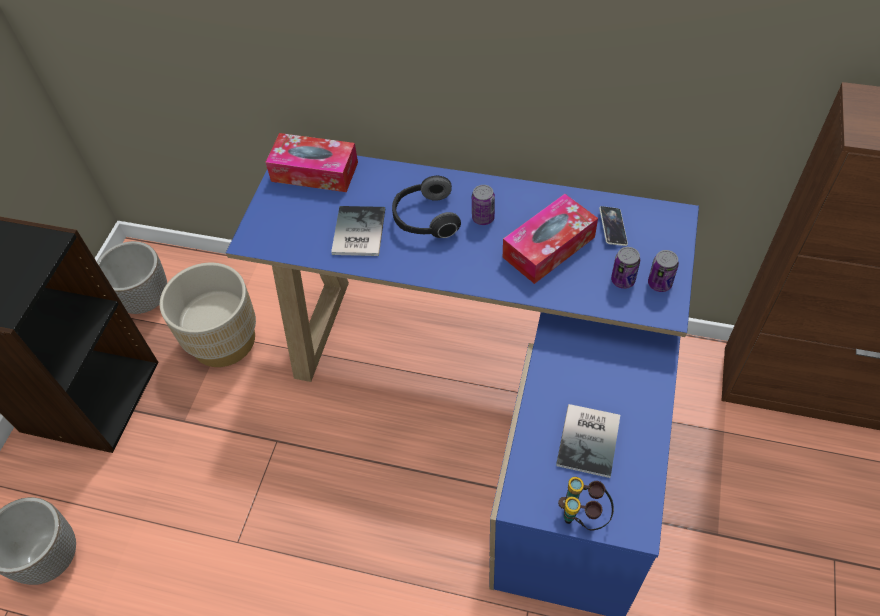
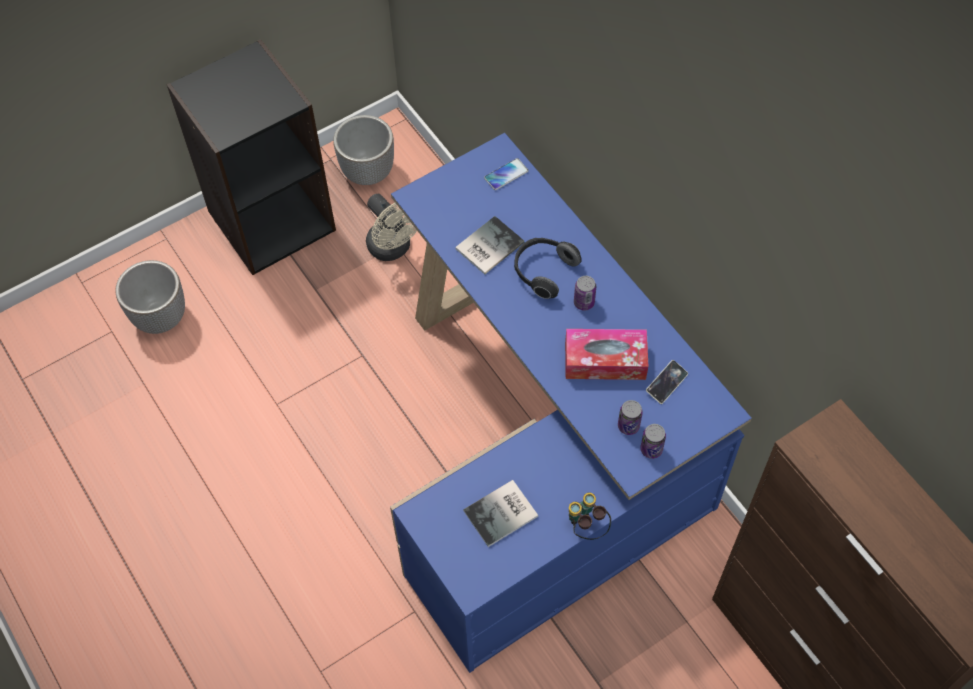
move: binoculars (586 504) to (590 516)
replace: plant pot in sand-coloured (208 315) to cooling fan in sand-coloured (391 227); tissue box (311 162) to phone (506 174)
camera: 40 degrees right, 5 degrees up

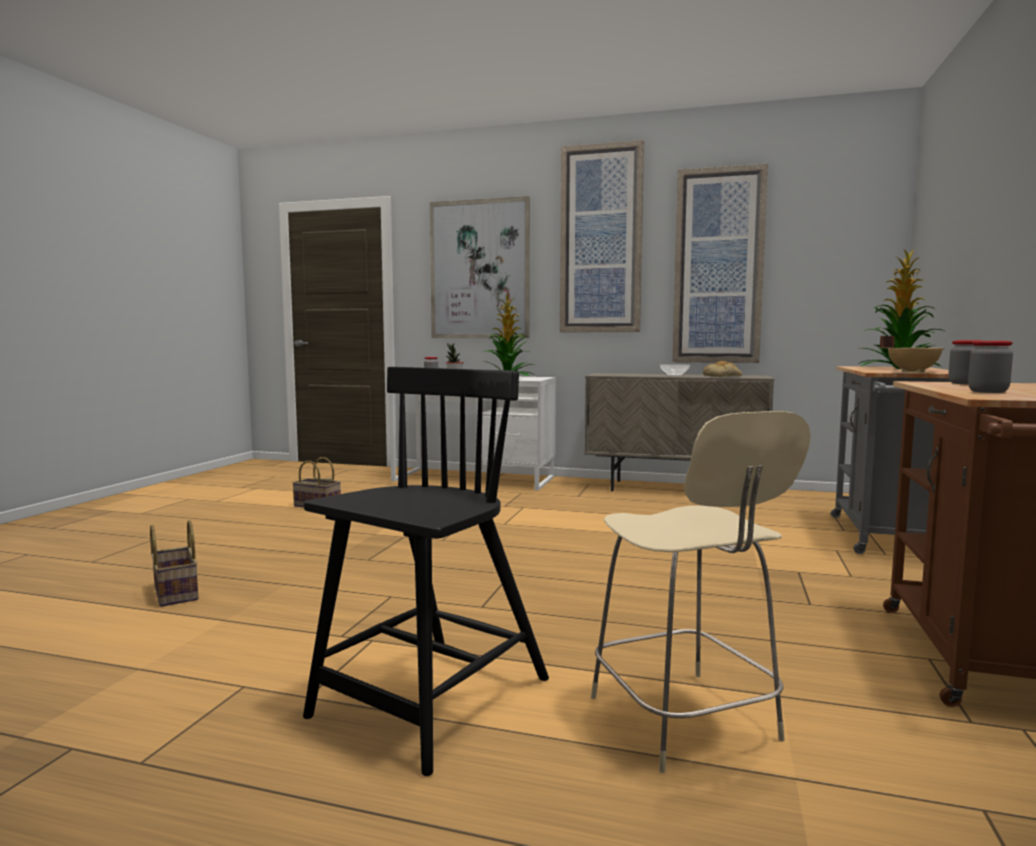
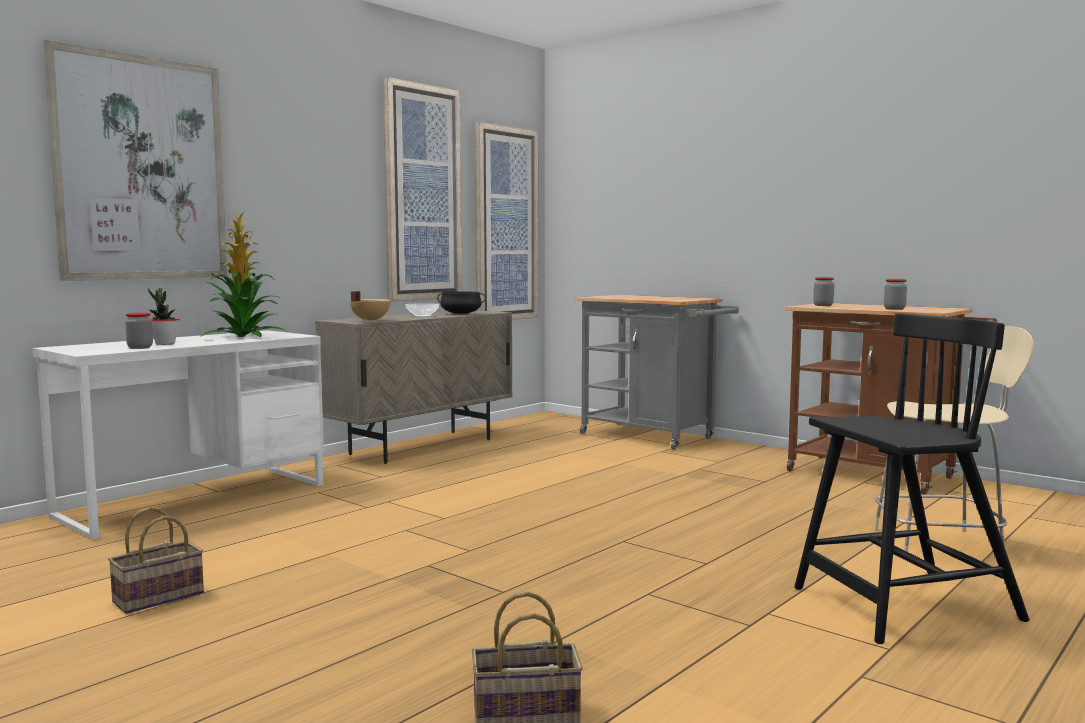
delete: plant in a pot (901 309)
move: picture (602 236) to (506 221); saucepot in sand-coloured (912 354) to (370 306)
replace: bread (722 369) to saucepot in black (461 302)
rotate: upright chair in black (426 571) = (912 478) 105 degrees clockwise
camera: 65 degrees left, 0 degrees up

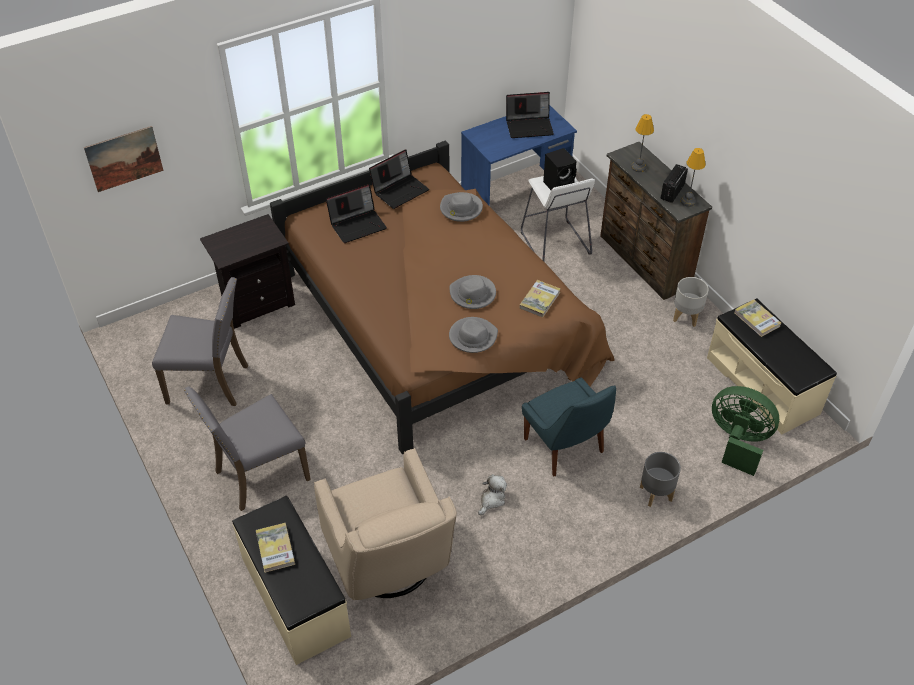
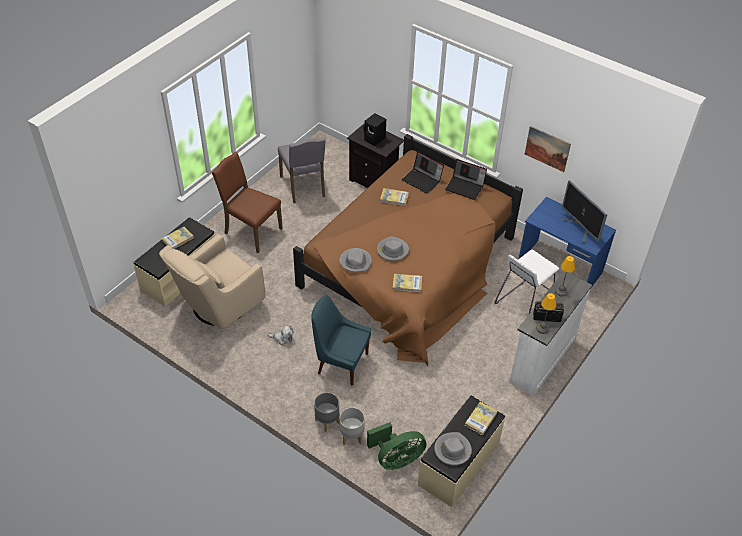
insert: volume (394 197)
move: picture (124 159) to (548 149); hat in grey (461 207) to (453 448); speaker in black (560 169) to (375 129); plant pot in grey (691 302) to (352 426)
replace: portable computer (530 115) to monitor (584 212)
recolor: upright chair in grey (247 448) to upright chair in brown (247 202); dresser in brown (656 221) to dresser in white (550 333)
rotate: upright chair in blue (569 426) = (341 340) 75 degrees clockwise; cooling fan in green (745 431) = (396 446) 60 degrees clockwise
camera: 65 degrees right, 0 degrees up

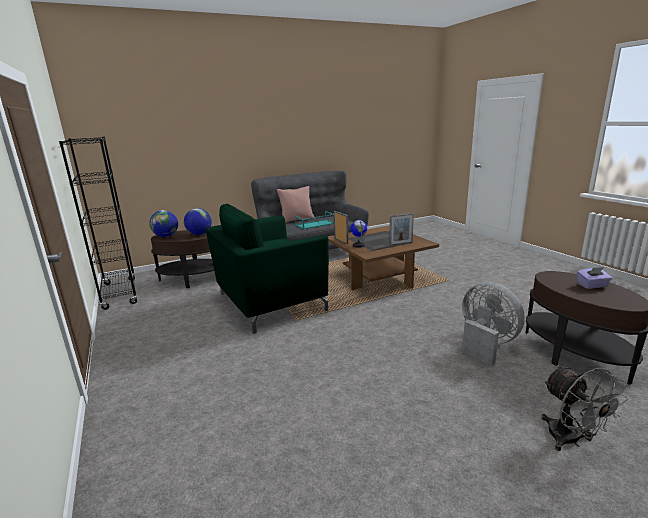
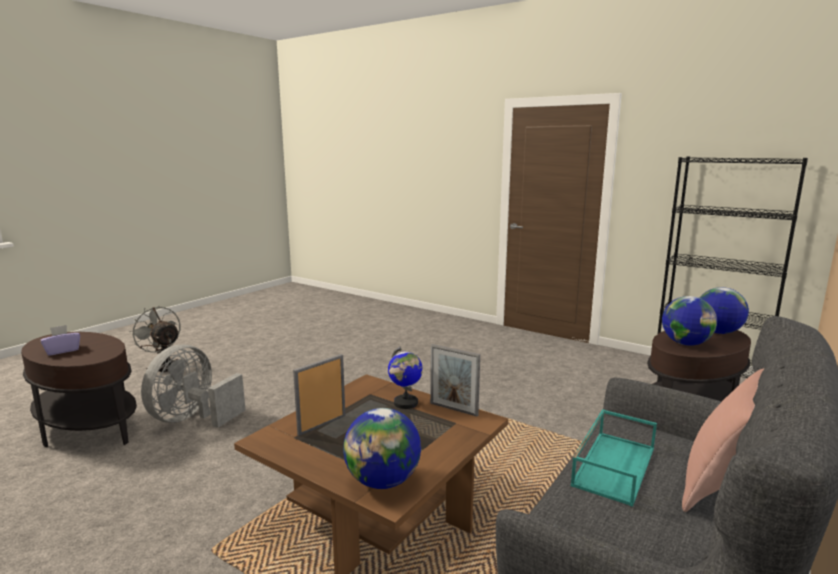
delete: easy chair in green (267 269)
insert: globe (382 448)
rotate: cooling fan in grey (493 324) = (193 386) 90 degrees clockwise
camera: 150 degrees right, 5 degrees down

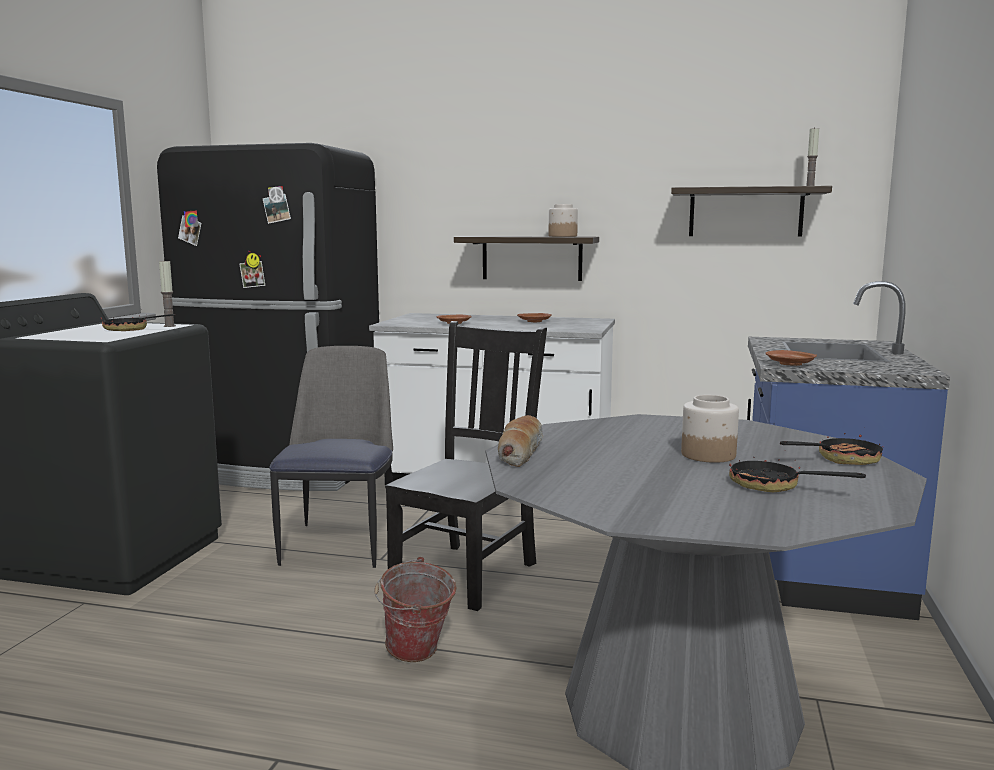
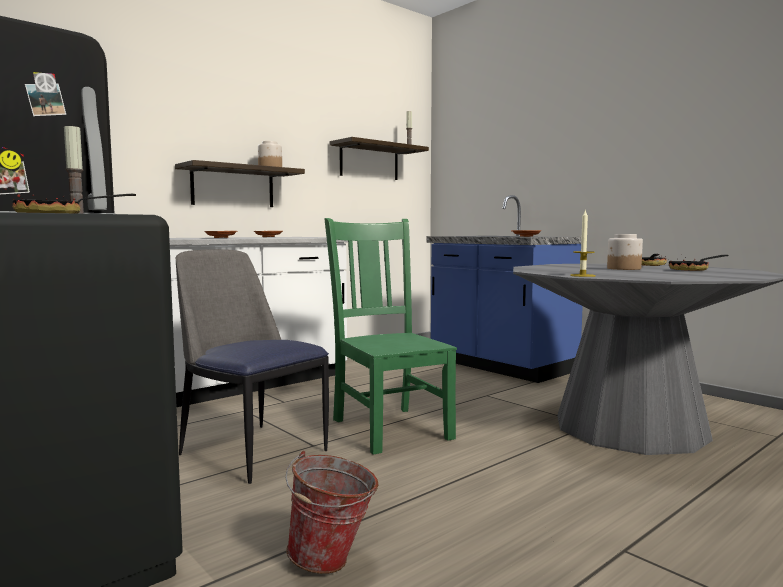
move: water bucket (416 609) to (332 512)
replace: bread (520 441) to wax light (583 243)
recolor: upright chair in black (466 466) to upright chair in green (391 336)
camera: 55 degrees left, 5 degrees down

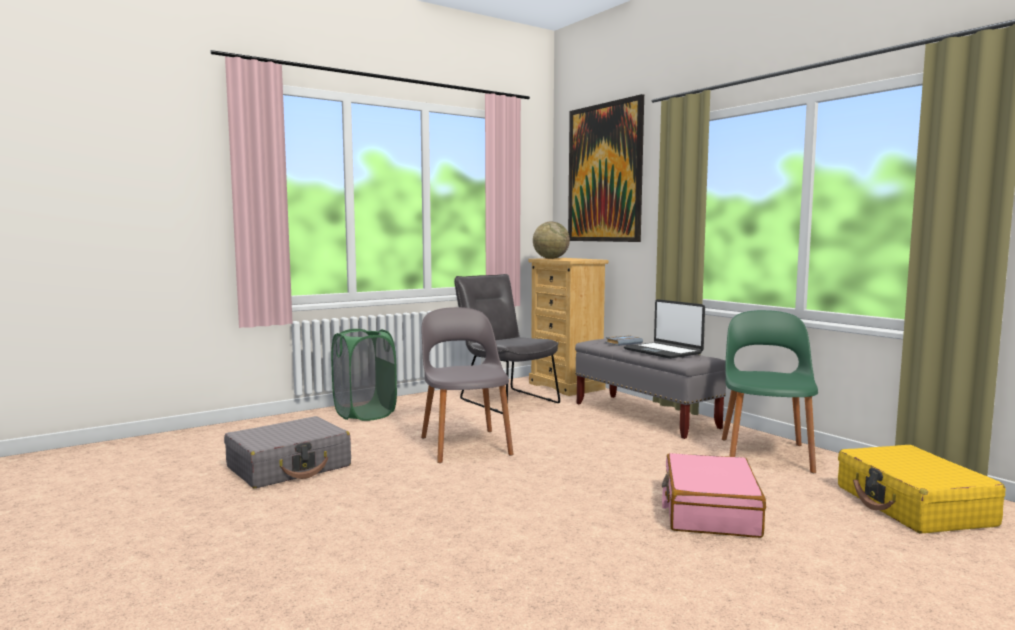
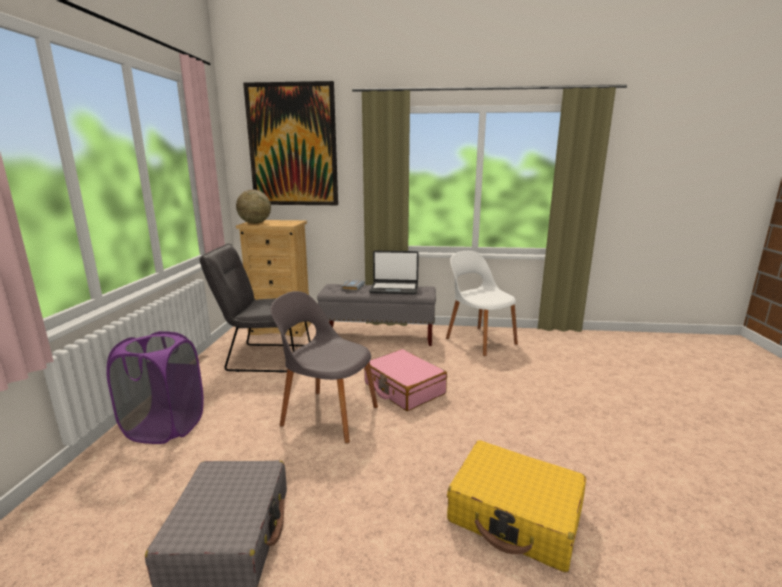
move: suitcase in pink-coloured (714 495) to (405 380); suitcase in yellow (921 489) to (516 506)
recolor: hamper in green (364 375) to hamper in purple (155 387); upright chair in green (770 391) to upright chair in white (482 303)
camera: 50 degrees left, 10 degrees up

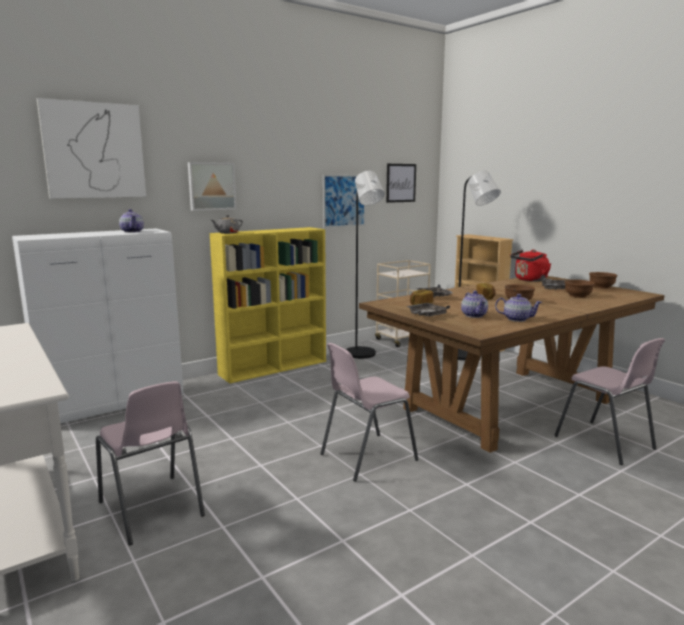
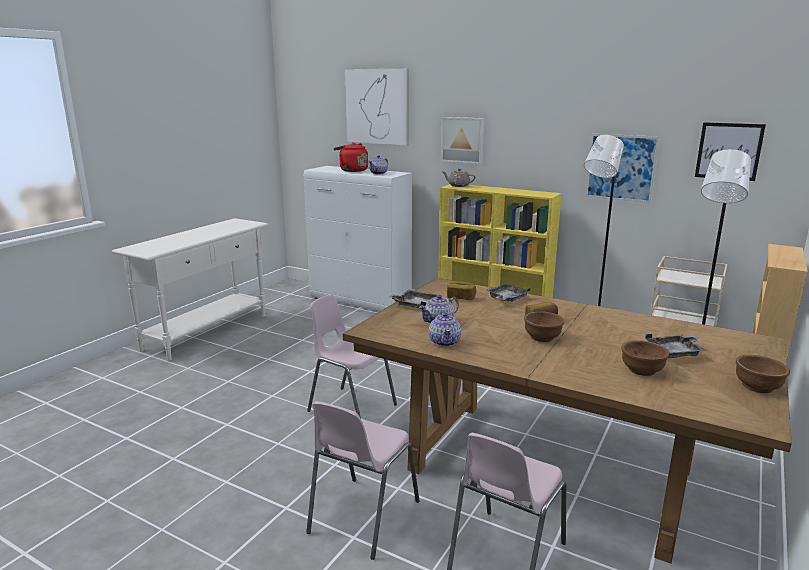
move: upright chair in pink-coloured (150 463) to (363 480); tea kettle in red-coloured (530 266) to (350 157)
camera: 65 degrees right, 5 degrees up

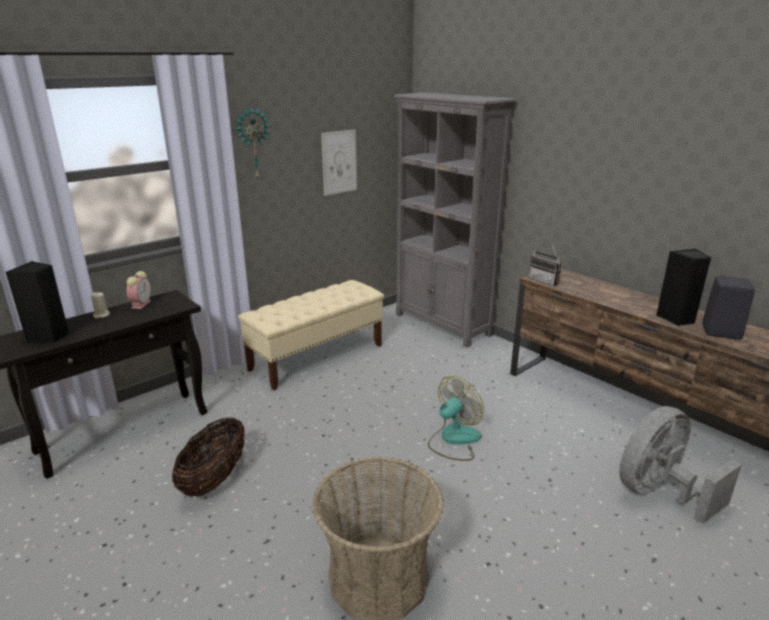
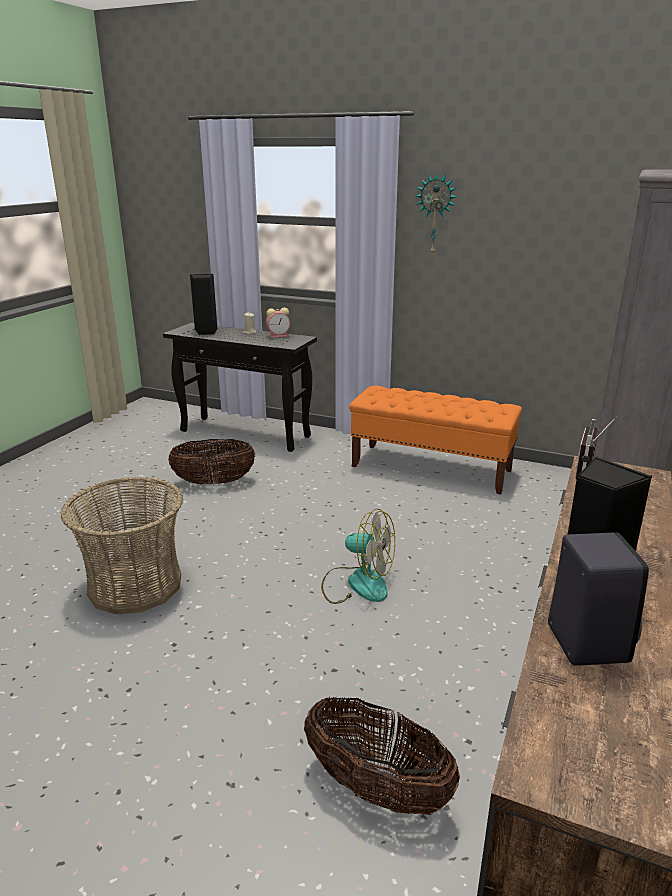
delete: picture (339 163)
replace: cooling fan in grey (680 464) to household basket (382 755)
recolor: indoor bench in sand-coloured (311 335) to indoor bench in orange-coloured (435 440)
camera: 65 degrees right, 0 degrees up

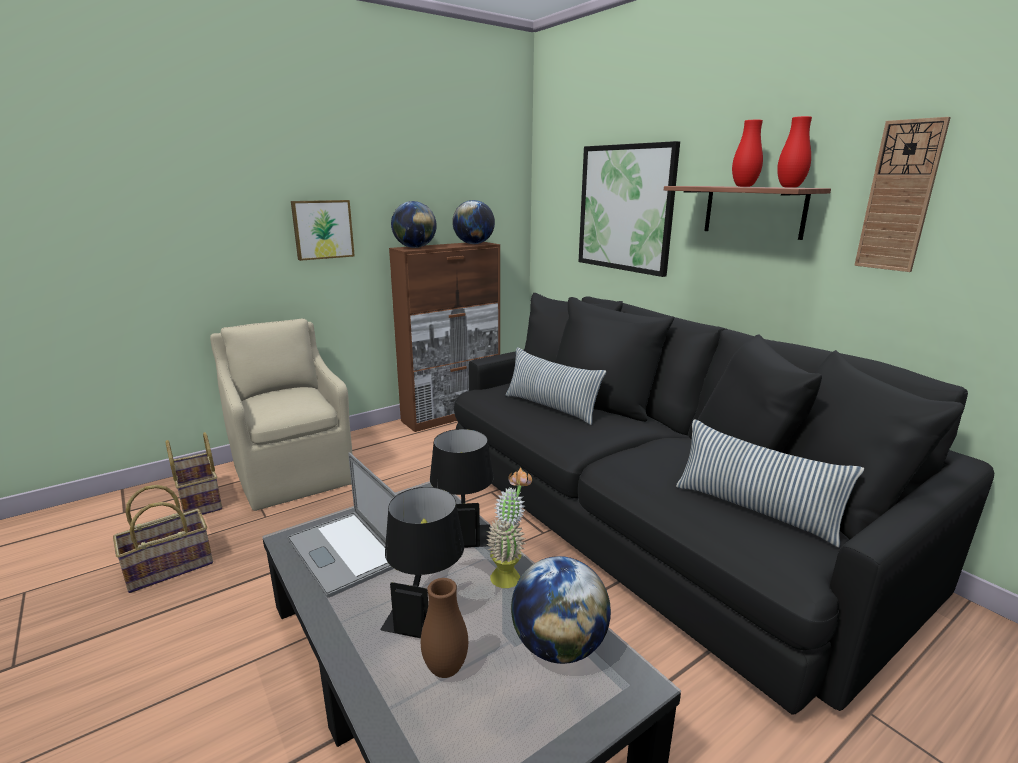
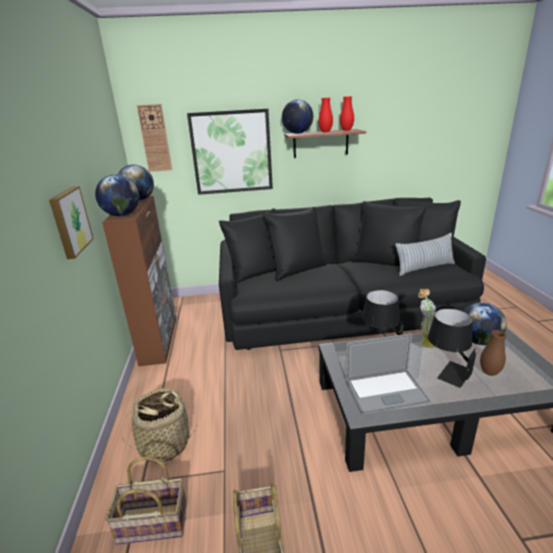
delete: pillow (556 386)
insert: globe (297 116)
move: hanging clock (902 194) to (154 138)
replace: easy chair in sand-coloured (281 415) to household basket (158 425)
camera: 60 degrees left, 5 degrees up

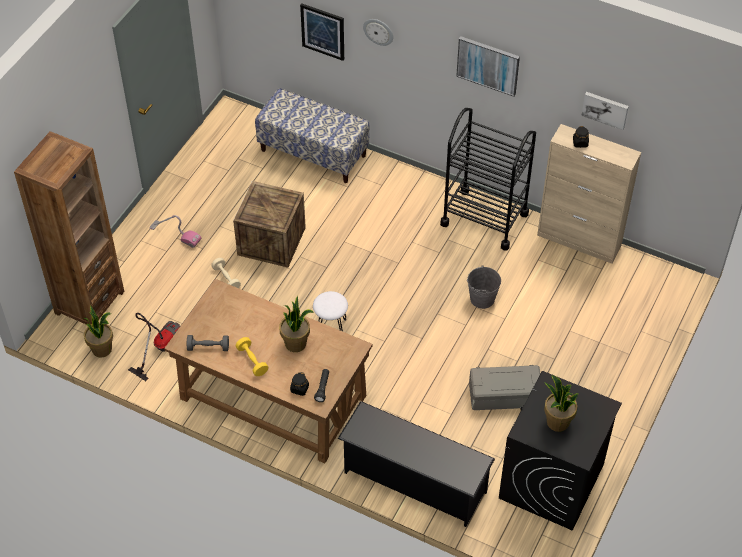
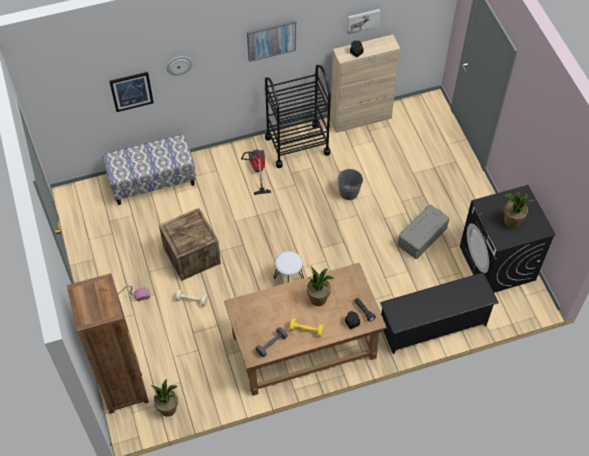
move: vacuum cleaner (154 347) to (256 172)
camera: 45 degrees left, 5 degrees up

